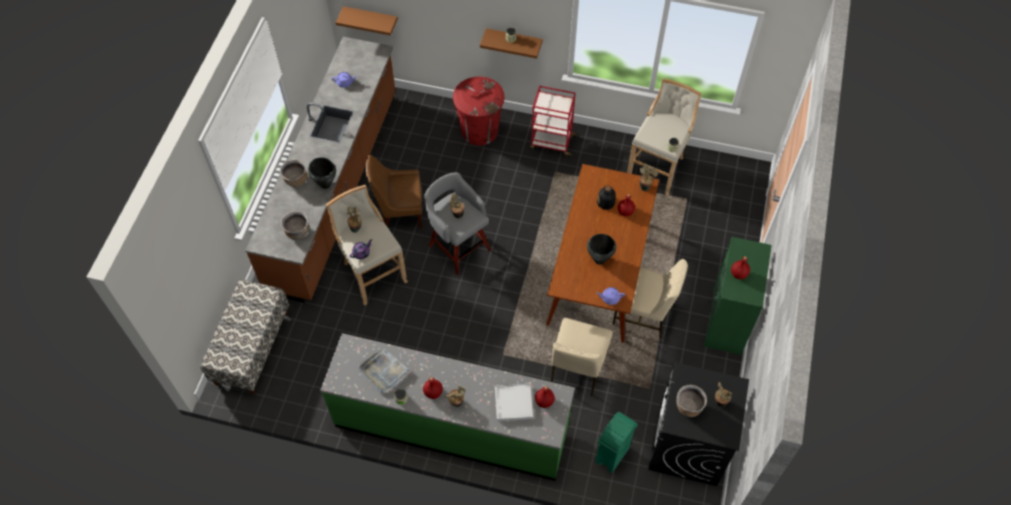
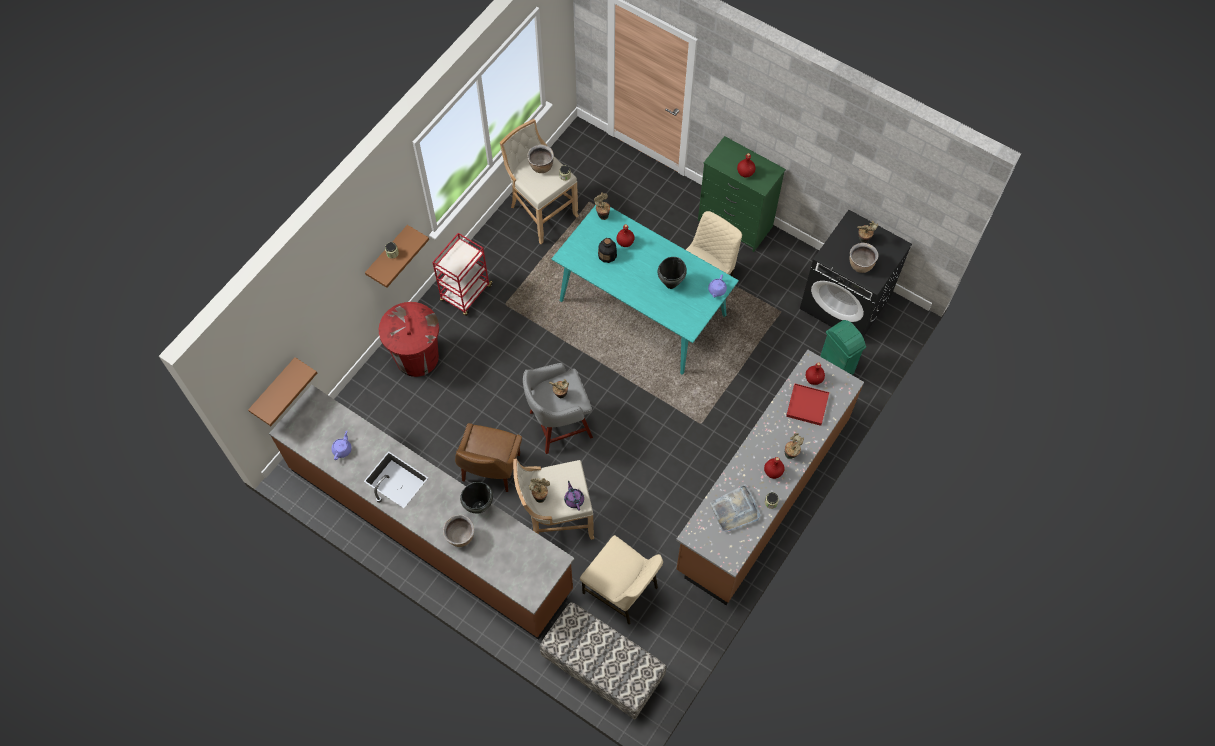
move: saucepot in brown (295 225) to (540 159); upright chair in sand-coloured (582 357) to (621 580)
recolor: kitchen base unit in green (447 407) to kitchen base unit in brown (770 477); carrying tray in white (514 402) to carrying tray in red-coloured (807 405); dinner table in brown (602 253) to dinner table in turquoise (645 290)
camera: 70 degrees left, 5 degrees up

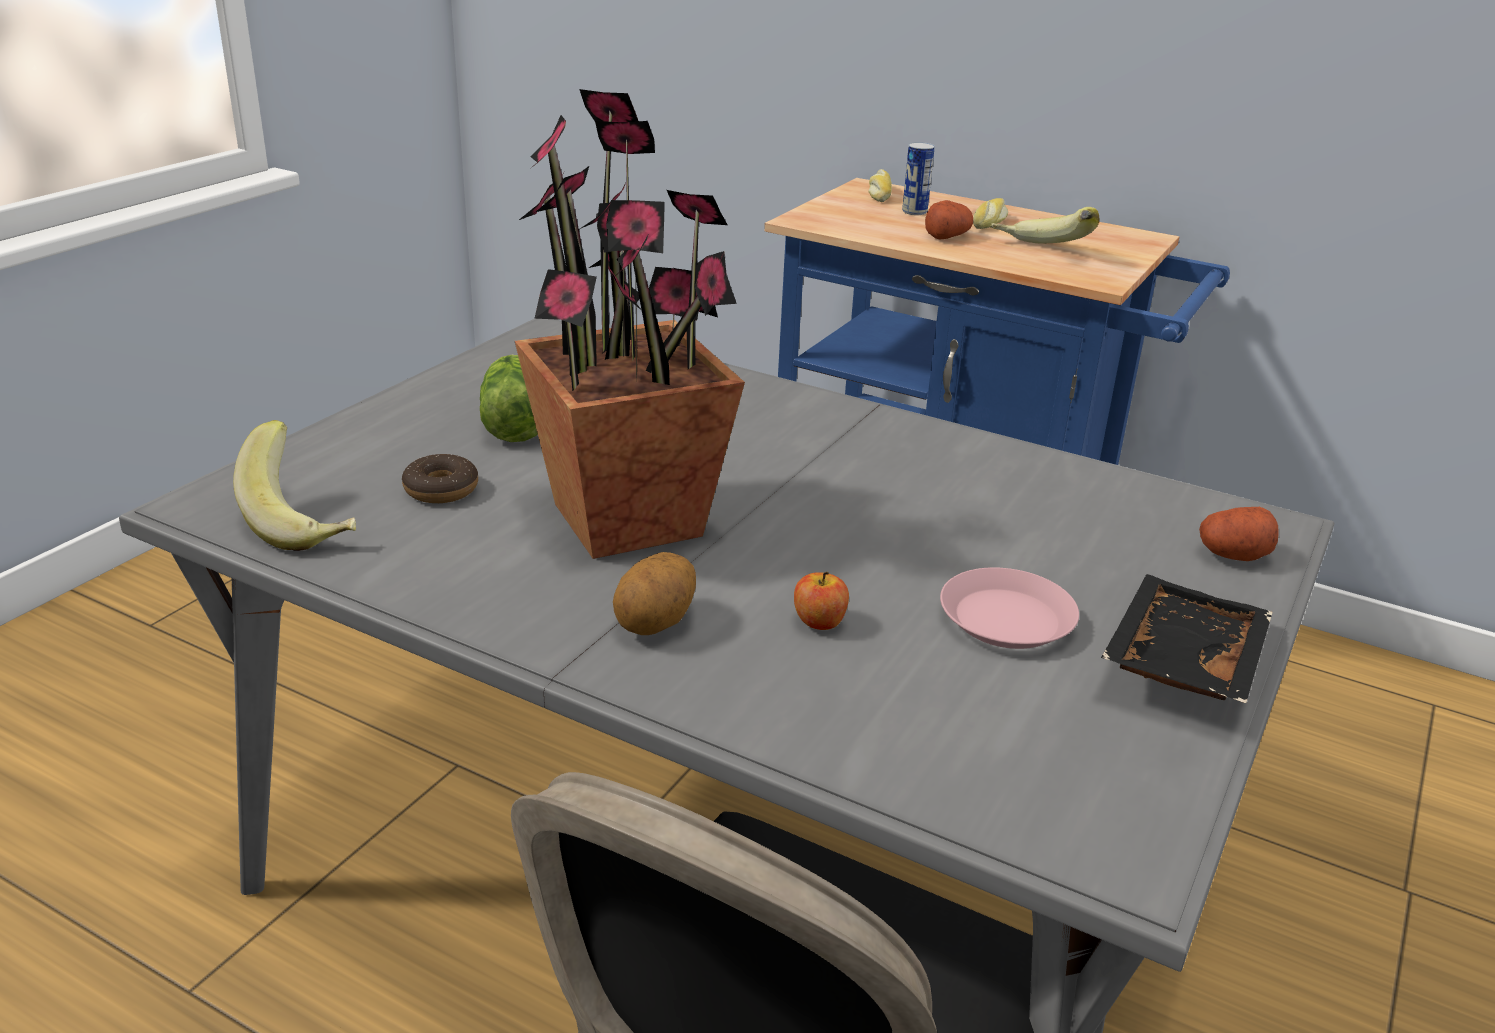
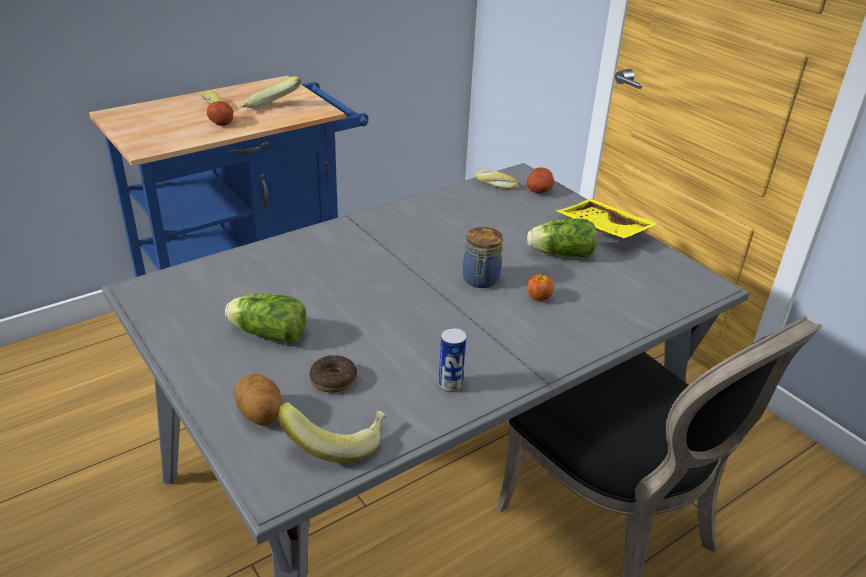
delete: plant in a pot (630 324)
insert: jar (483 257)
move: whole potato (654 593) to (258 399); bread (880 185) to (496 179); sealed can (918 178) to (452 360)
replace: dinner plate in pink-coloured (1009 608) to lettuce head (562 238)
recolor: carrying tray in black (1187 638) to carrying tray in yellow (607 219)
camera: 65 degrees left, 5 degrees up

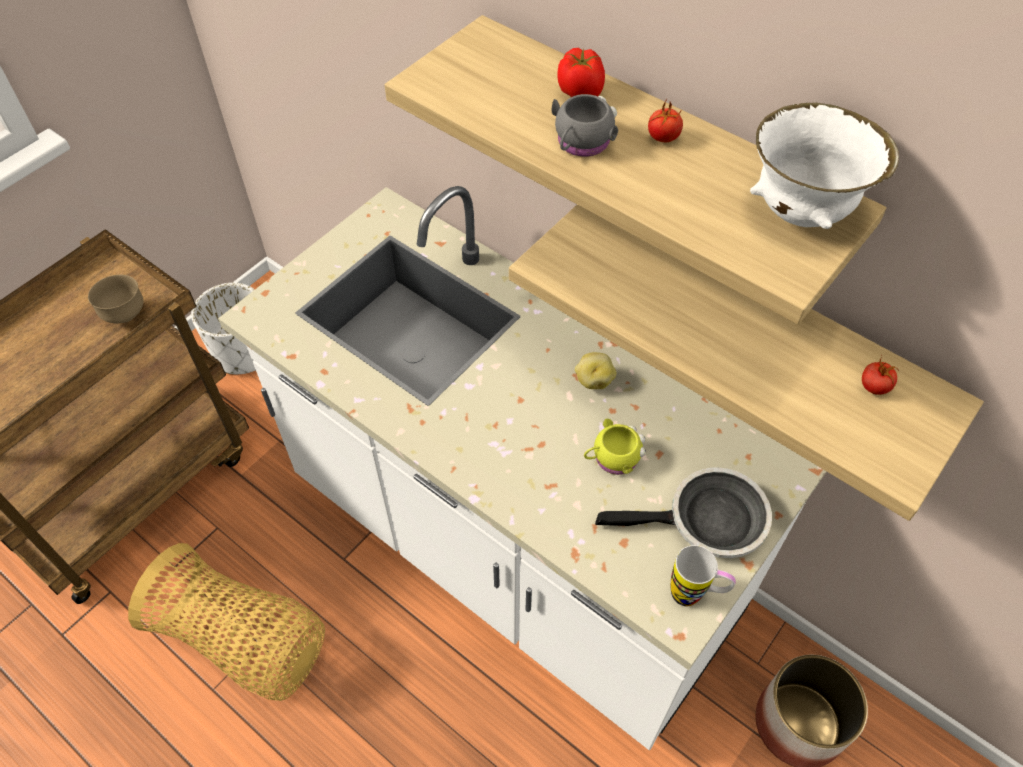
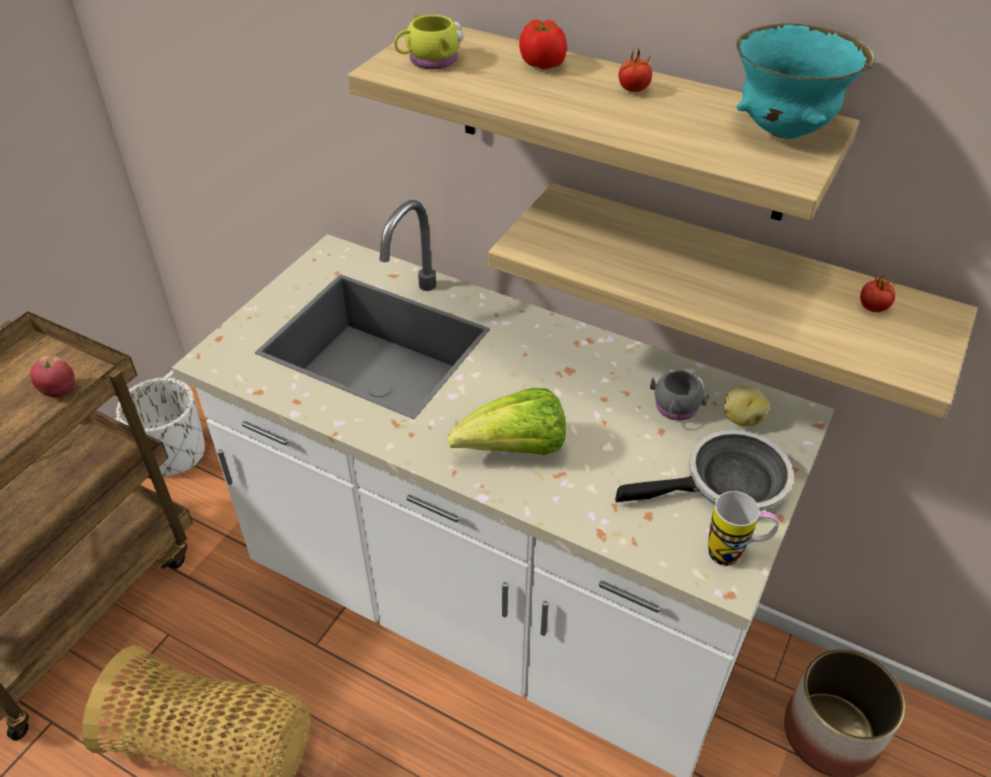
insert: lettuce head (506 421)
move: tea mug in grey (585 125) to (679 395); whole potato (595 370) to (746 406); tea mug in yellow (615 447) to (429 41)
replace: deep dish in brown (116 299) to whole apple (52 377)
recolor: deep dish in white (824 166) to deep dish in turquoise (805 81)
camera: 10 degrees left, 10 degrees down

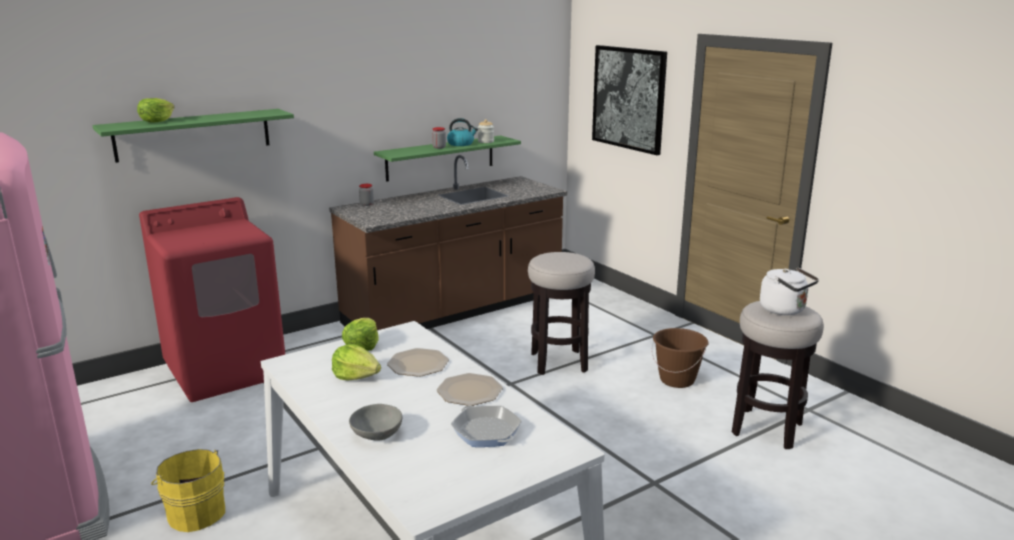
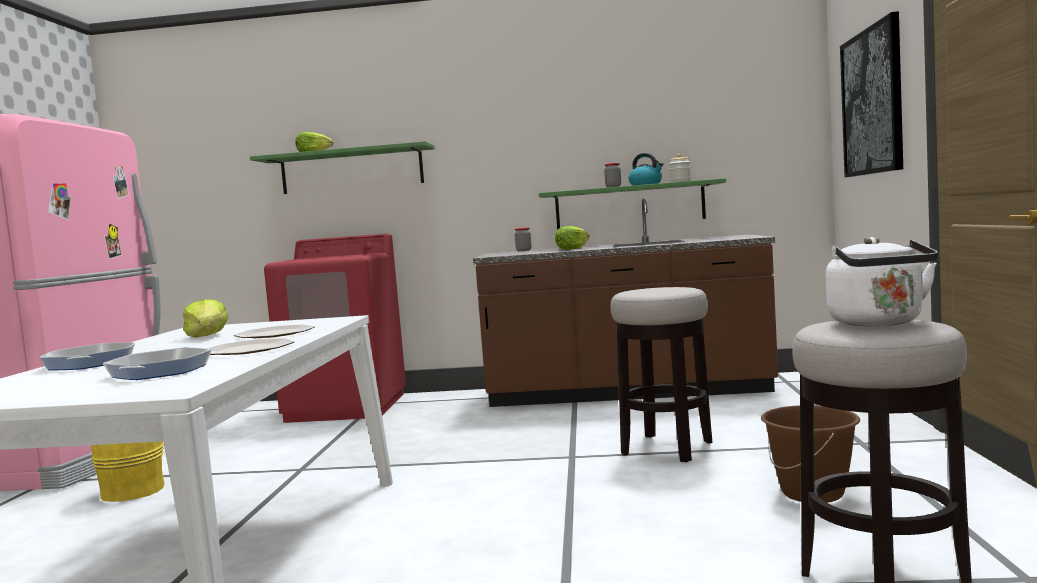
move: lettuce head (360 334) to (572 238)
replace: deep dish in grey (375 422) to frying pan (87 356)
camera: 40 degrees right, 15 degrees down

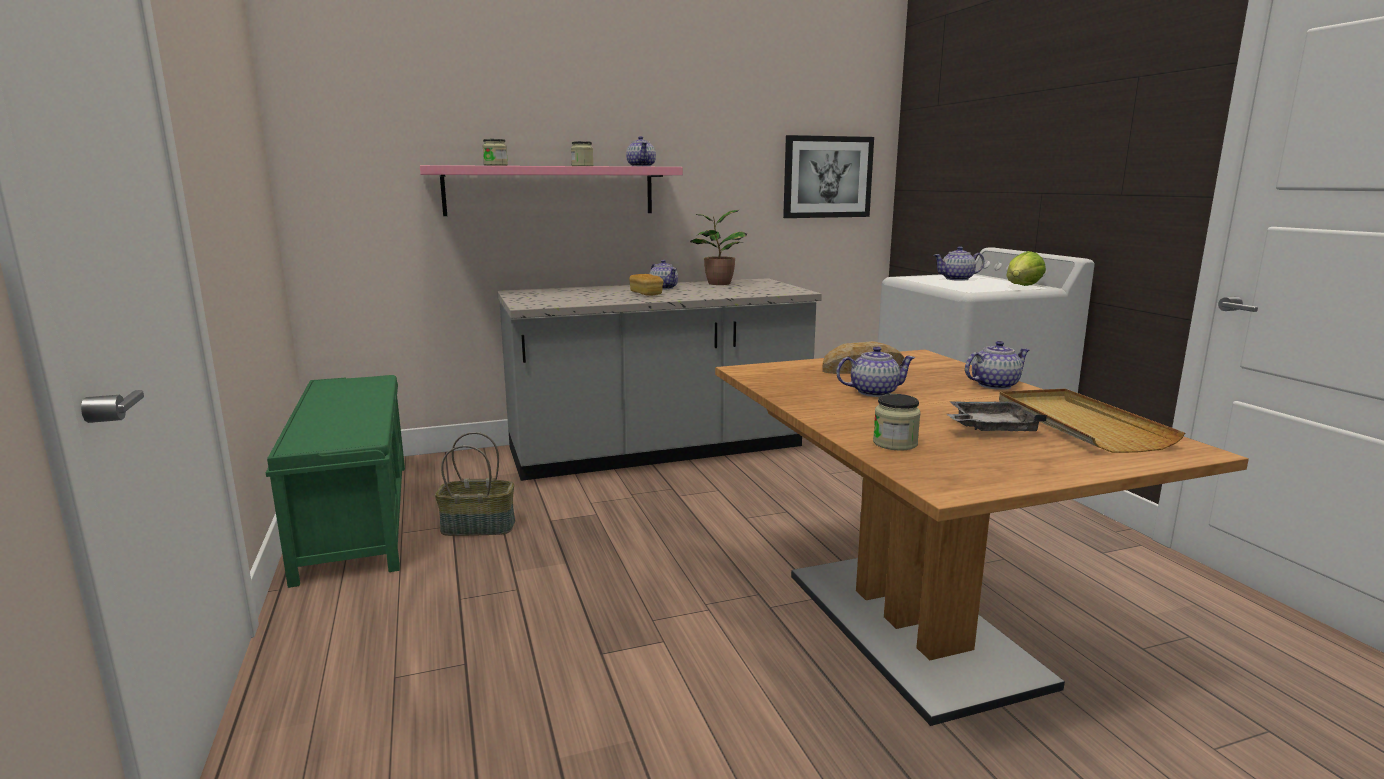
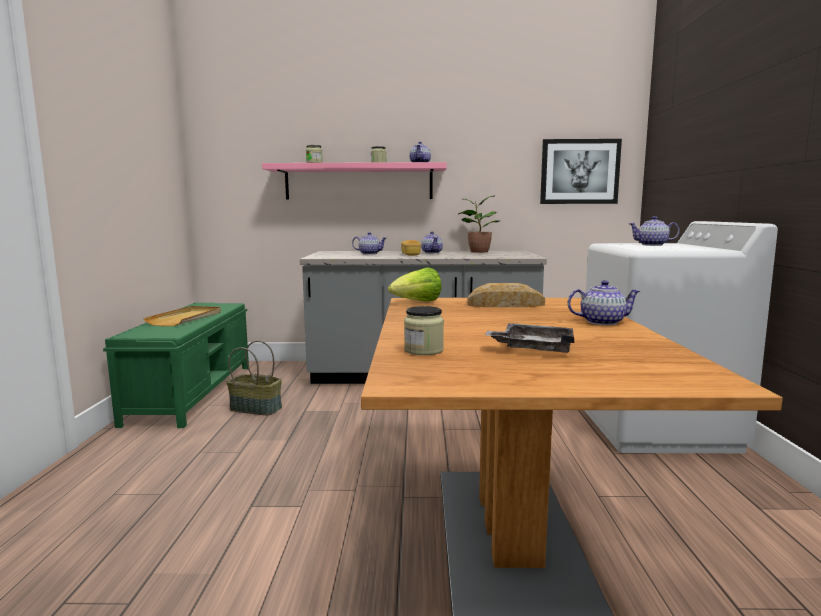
move: tea pot (875 371) to (369 243); carrying tray in sand-coloured (1092 421) to (182 316); lettuce head (1026 268) to (415 284)
camera: 20 degrees right, 5 degrees down

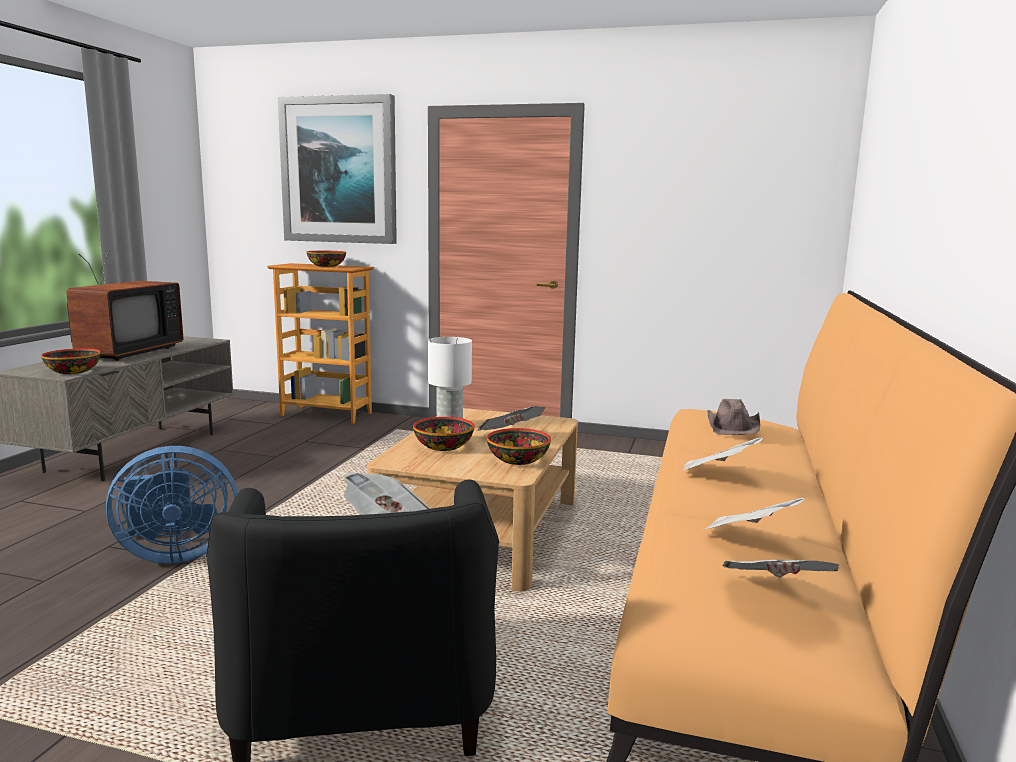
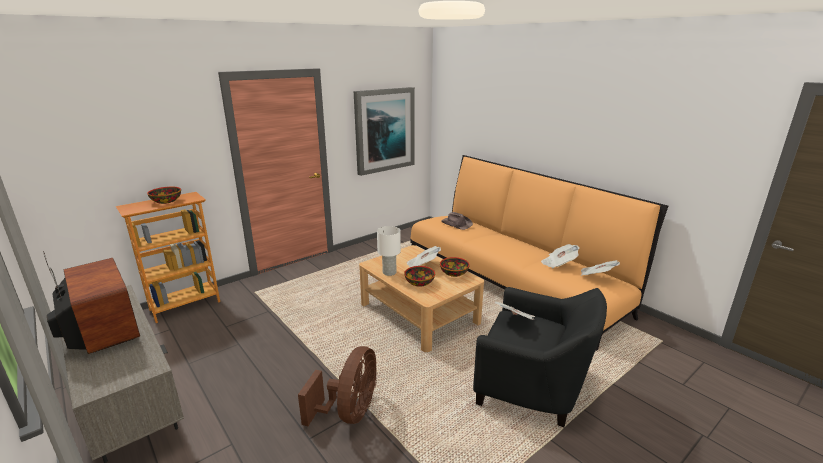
delete: deep dish (71 361); printed paper (722 454)
move: picture (337 169) to (384 131)
recolor: cooling fan in blue (172 505) to cooling fan in brown (337 386)
camera: 55 degrees left, 10 degrees up

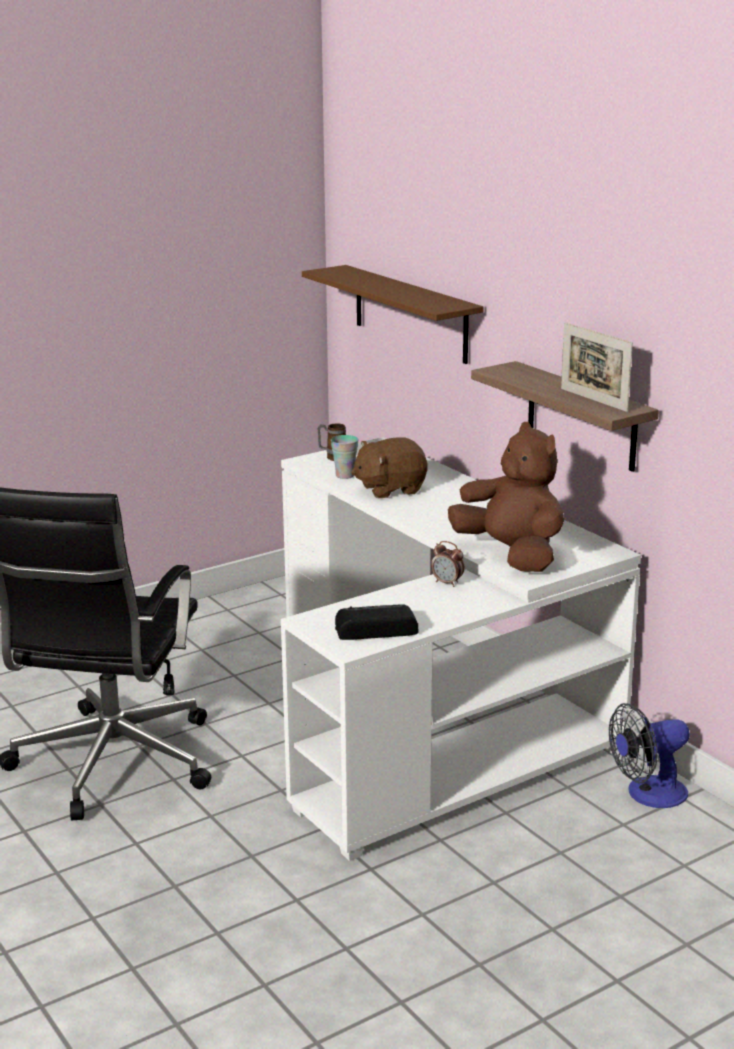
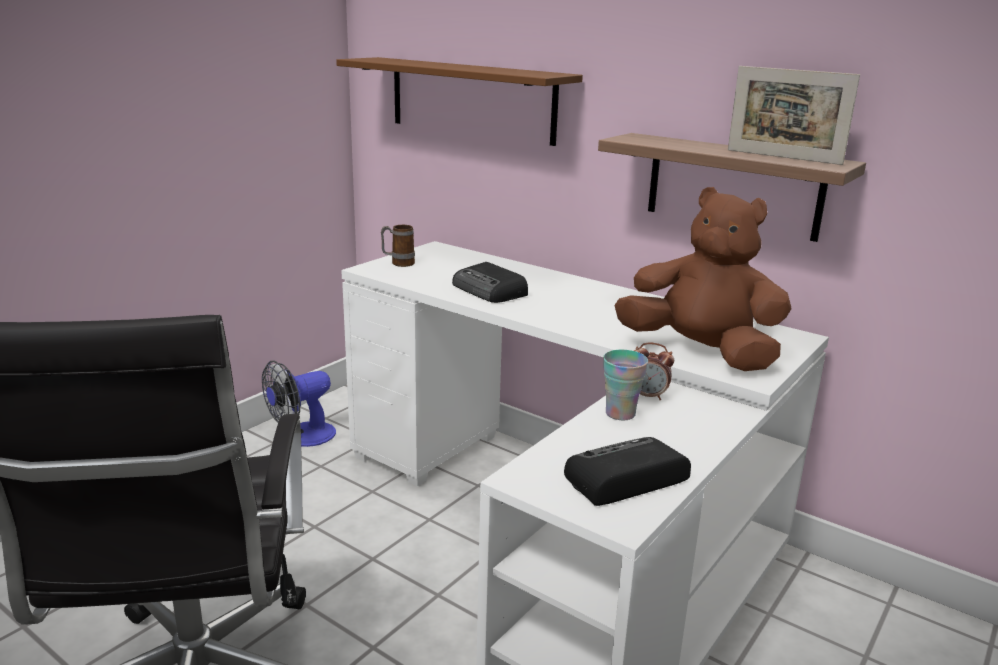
move: small cup (344 457) to (625 385); cooling fan (649 755) to (299 404)
replace: cuddly toy in brown (389 467) to radio (490 282)
camera: 20 degrees left, 0 degrees up

